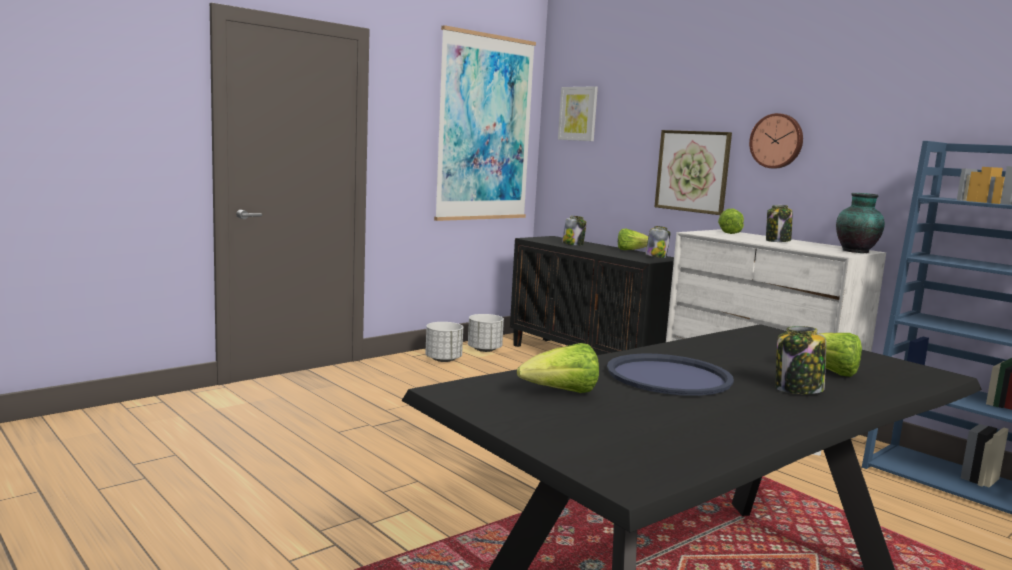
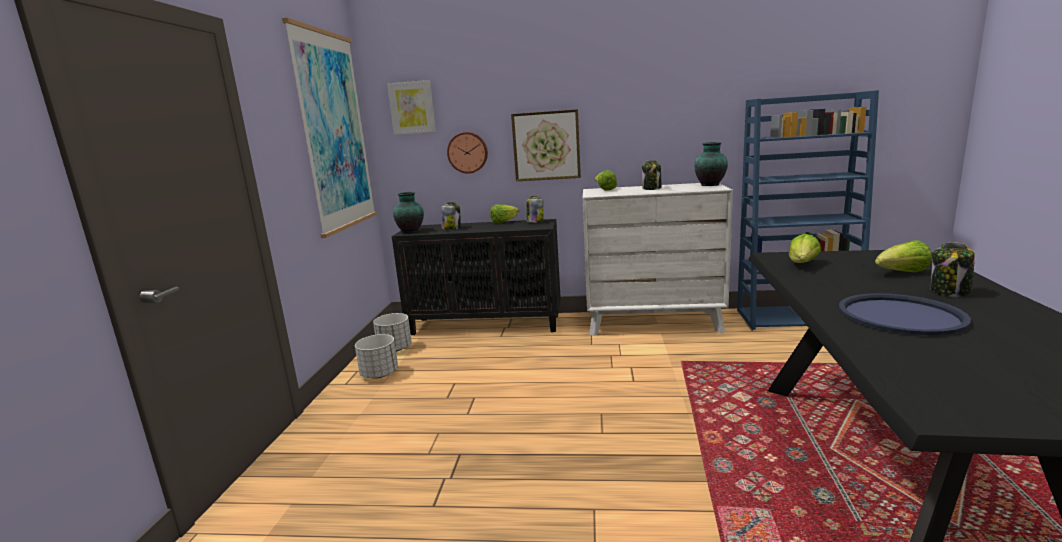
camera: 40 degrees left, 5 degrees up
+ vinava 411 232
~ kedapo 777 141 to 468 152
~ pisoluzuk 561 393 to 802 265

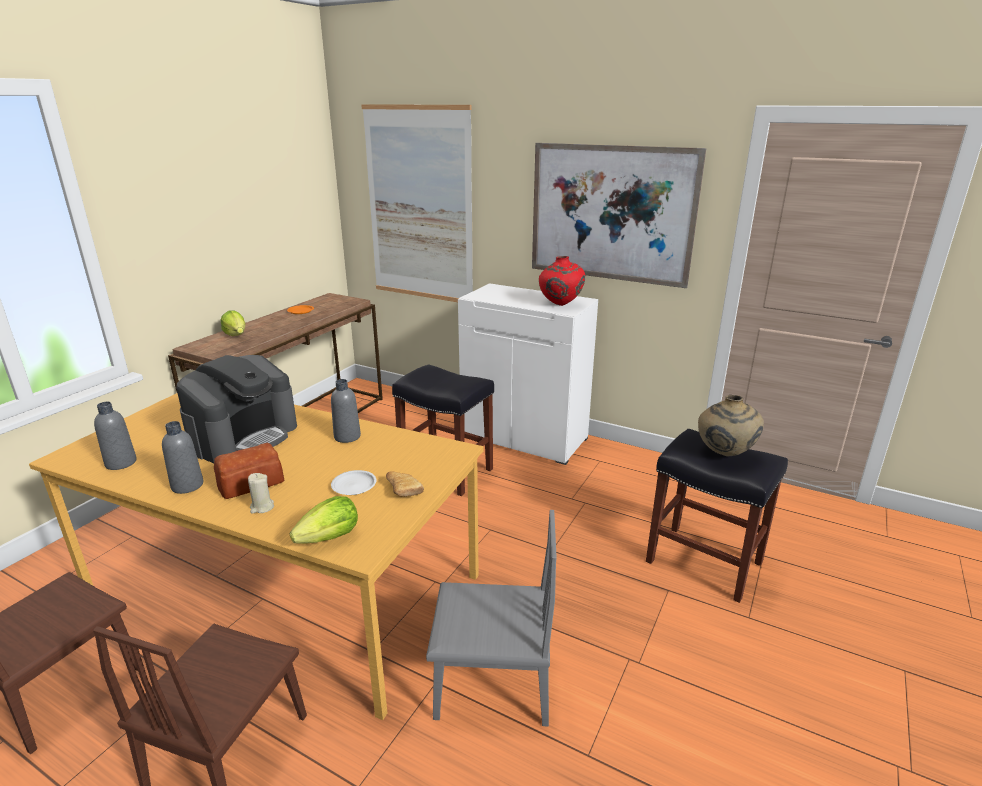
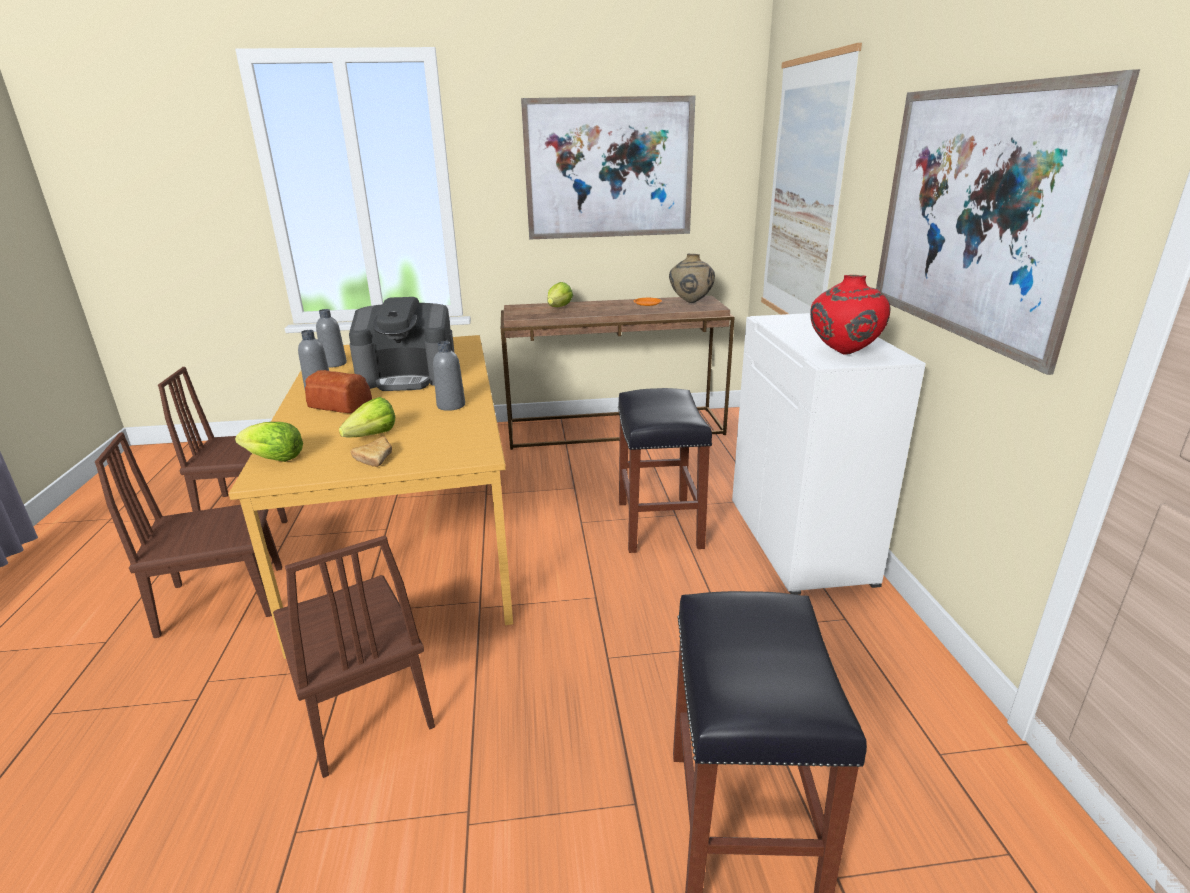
camera: 55 degrees right, 0 degrees up
~ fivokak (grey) 493 683 to fivokak (brown) 363 707
~ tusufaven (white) 354 485 to pisoluzuk 367 438
+ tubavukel 609 169
~ vinava (beige) 724 455 to 690 302
- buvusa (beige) 262 507

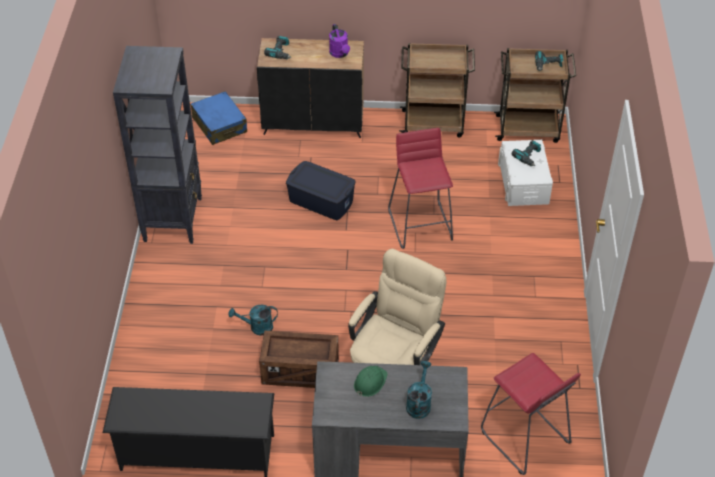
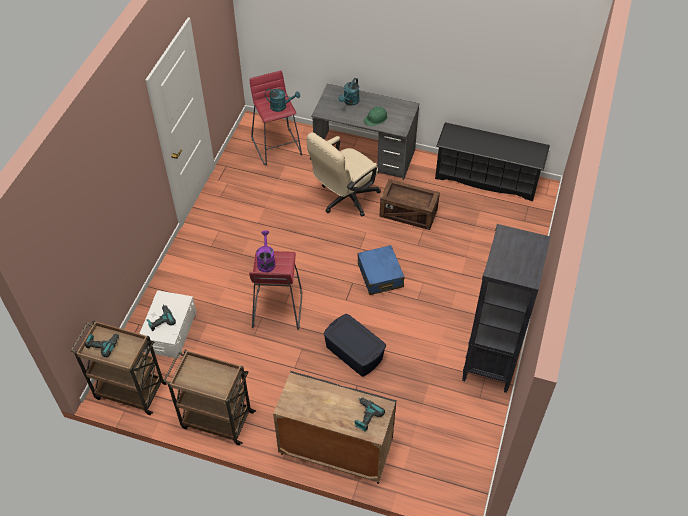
camera: 165 degrees left, 5 degrees up
~ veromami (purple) 340 54 to 266 261
~ veromami (turquoise) 257 327 to 281 106
~ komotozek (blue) 219 125 to 380 275

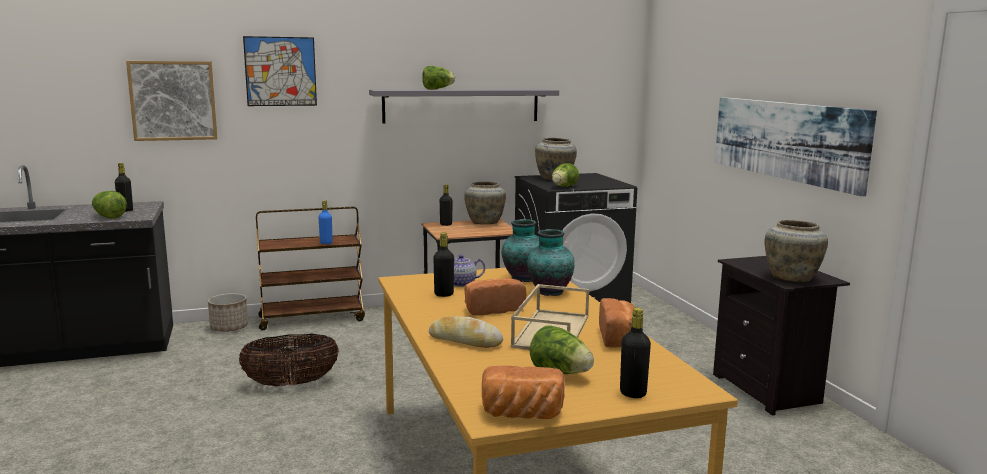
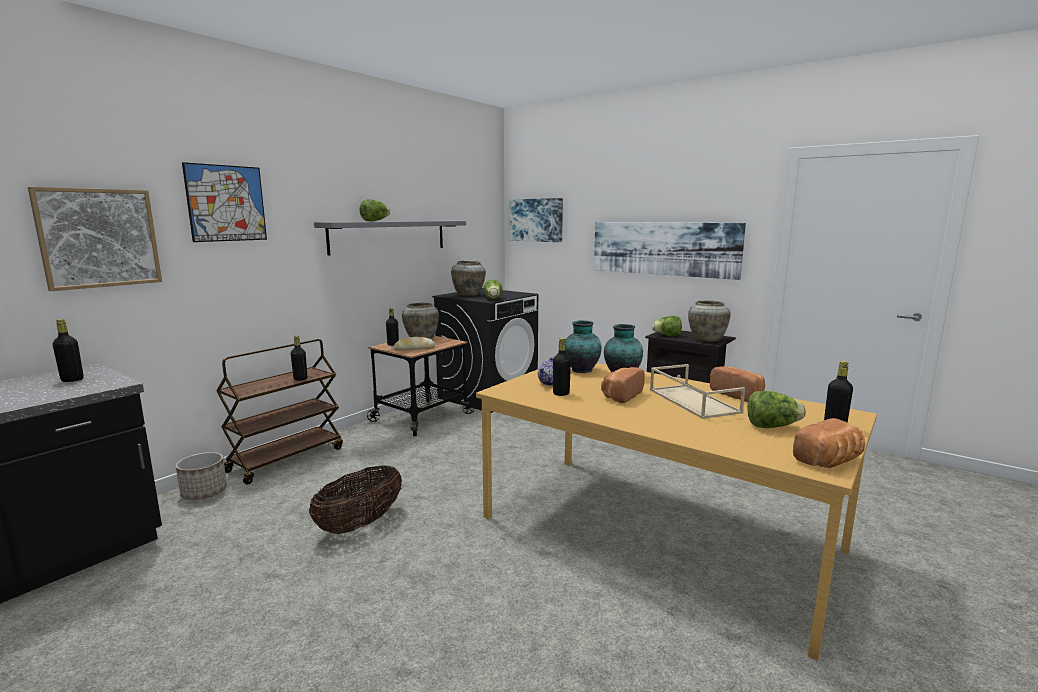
camera: 35 degrees left, 0 degrees up
~ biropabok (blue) 326 243 to biropabok (black) 300 379
~ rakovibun 465 340 to 414 349
+ tubavukel 536 220
~ pisoluzuk 108 217 to 667 336

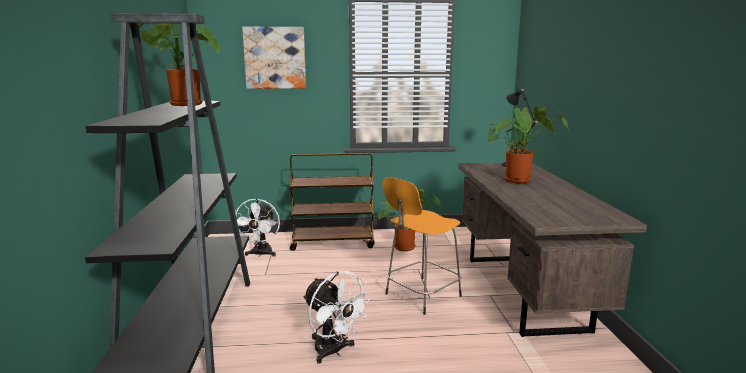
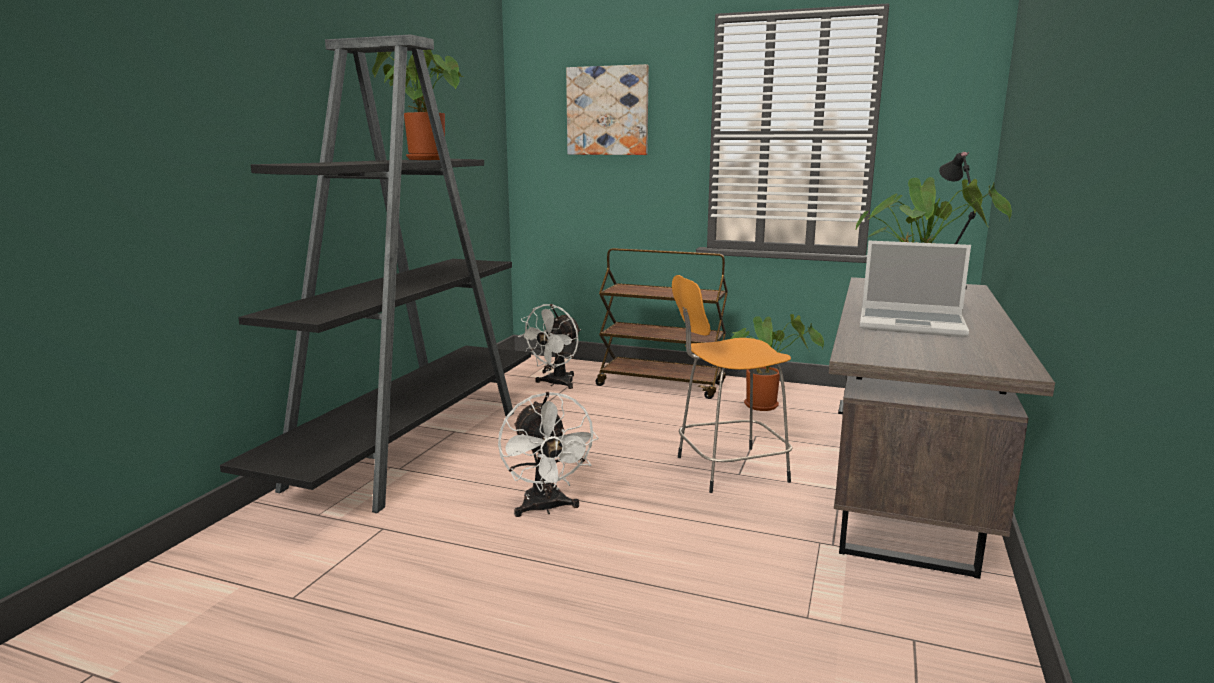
camera: 25 degrees right, 0 degrees up
+ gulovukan 912 324

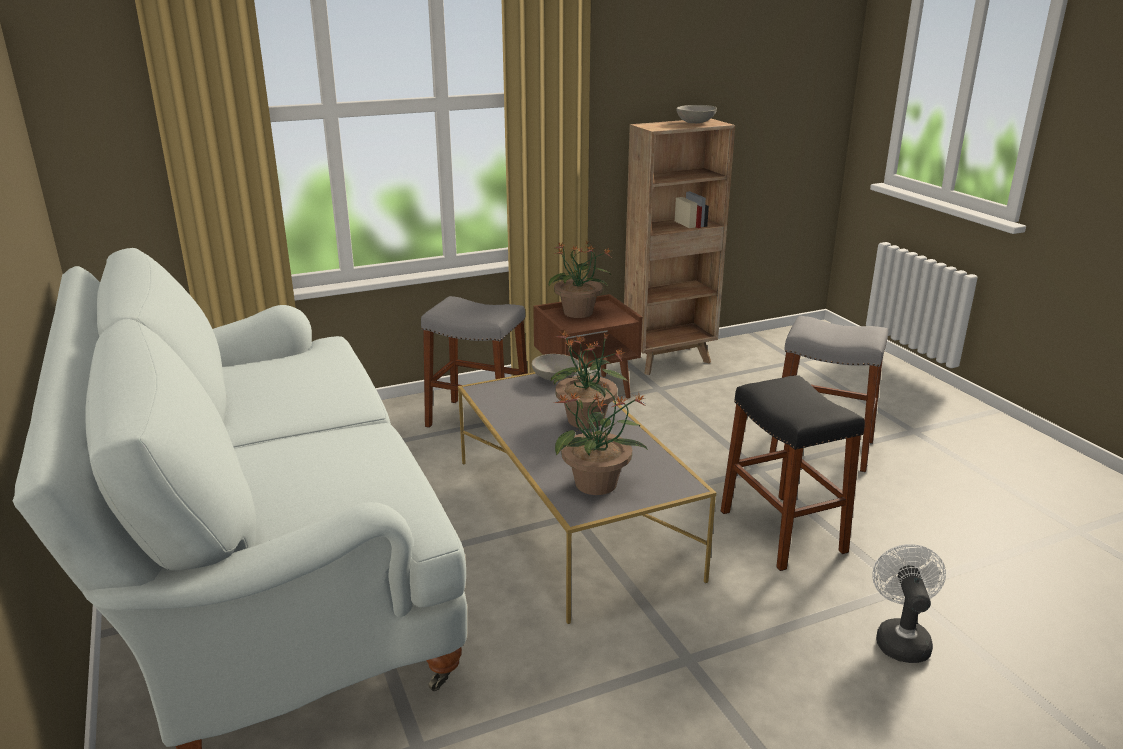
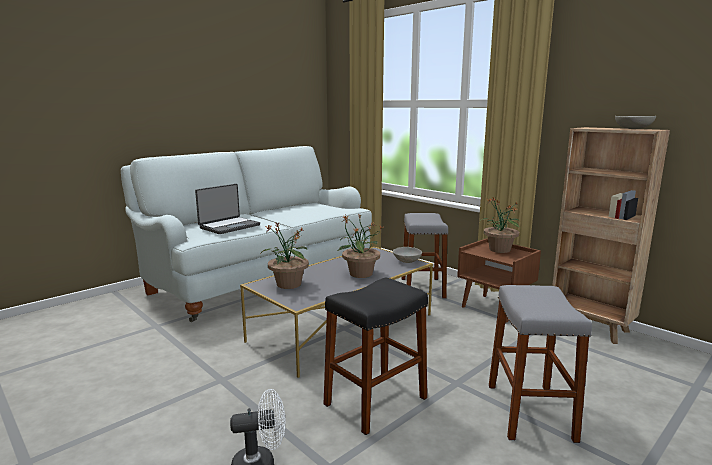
camera: 70 degrees right, 10 degrees down
+ gulovukan 229 226

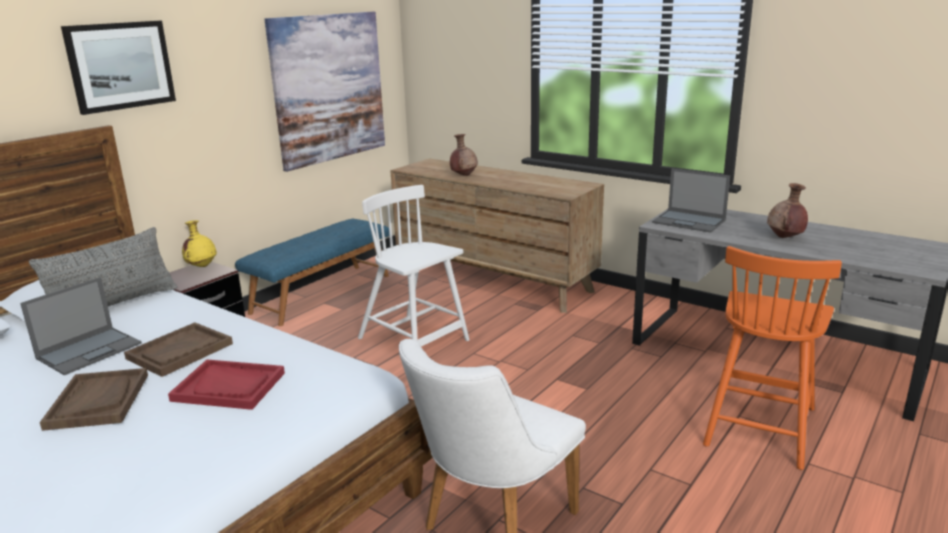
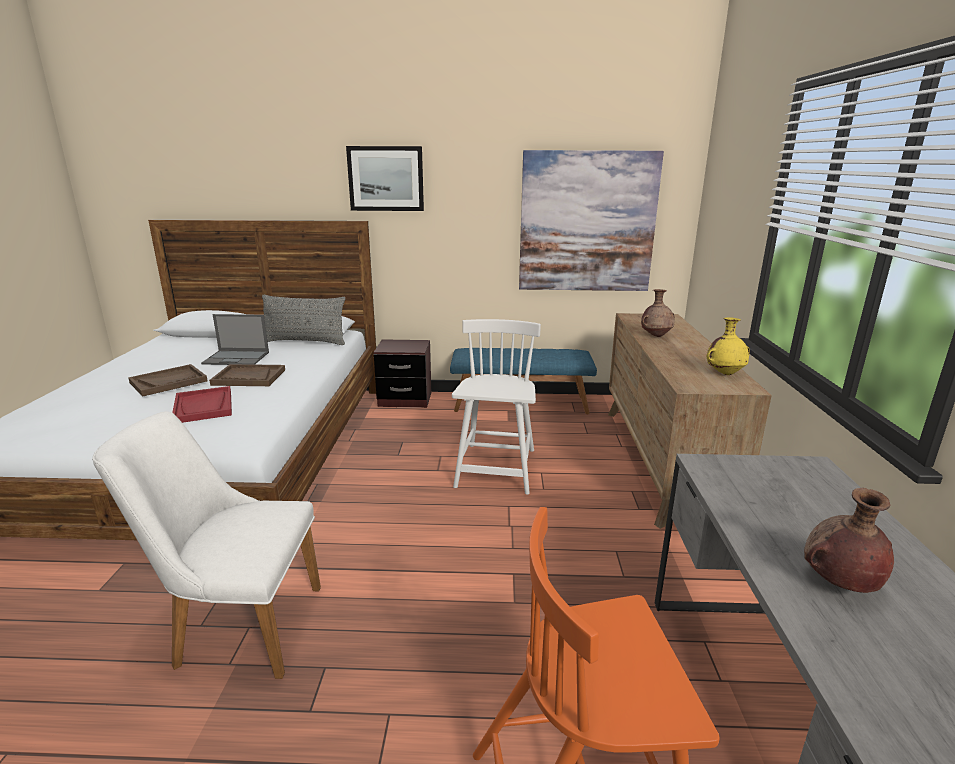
camera: 55 degrees right, 0 degrees up
~ vinava (yellow) 202 266 to 725 373
- gulovukan 689 221

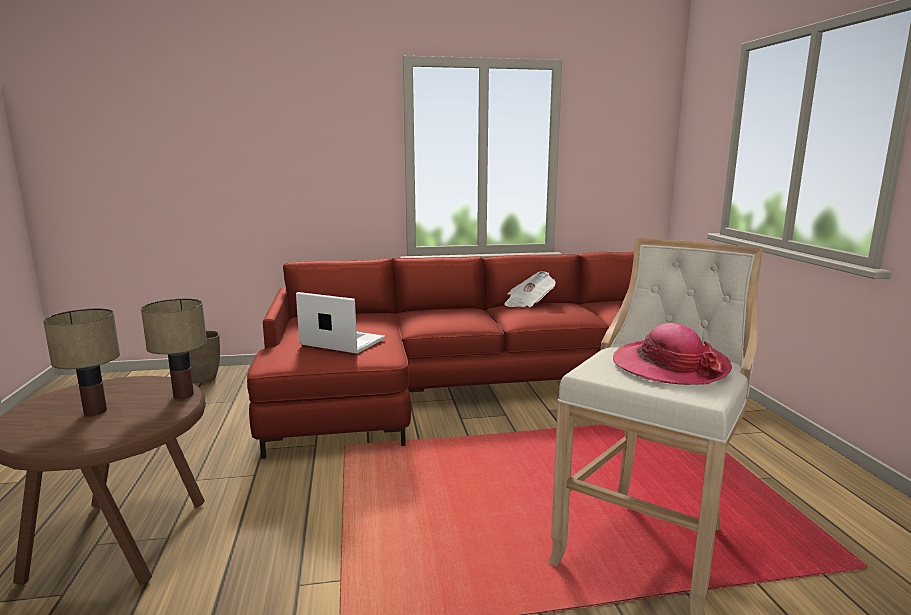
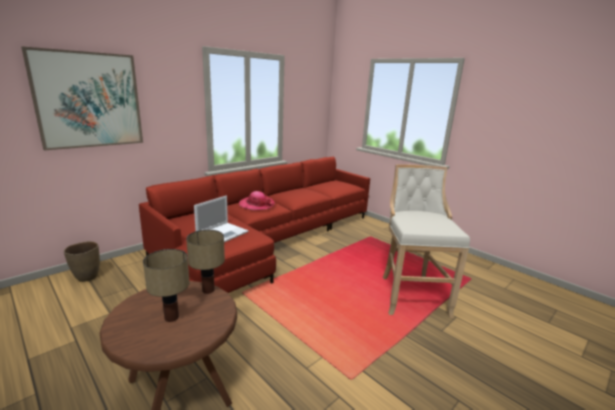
camera: 35 degrees left, 5 degrees up
+ tubavukel 89 100
~ gulovukan 341 342 = 223 233 135 degrees clockwise
~ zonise 669 366 to 256 205
- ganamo 527 303

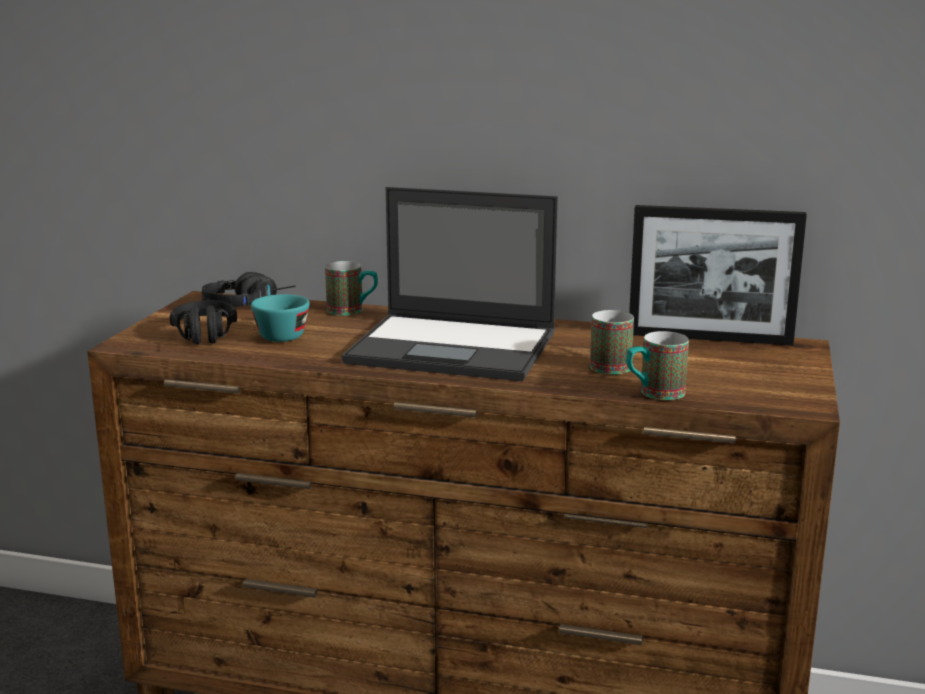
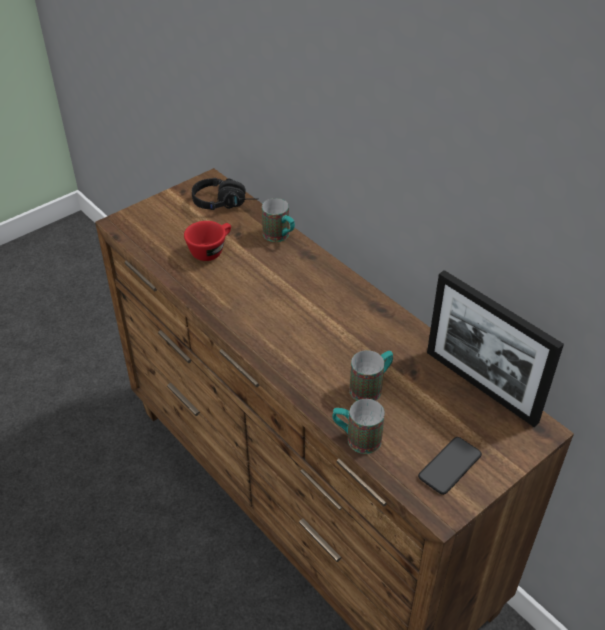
camera: 35 degrees right, 25 degrees up
~ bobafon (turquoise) 283 334 to bobafon (red) 211 250
+ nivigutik 450 466
- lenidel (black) 204 338
- gulovukan 455 348

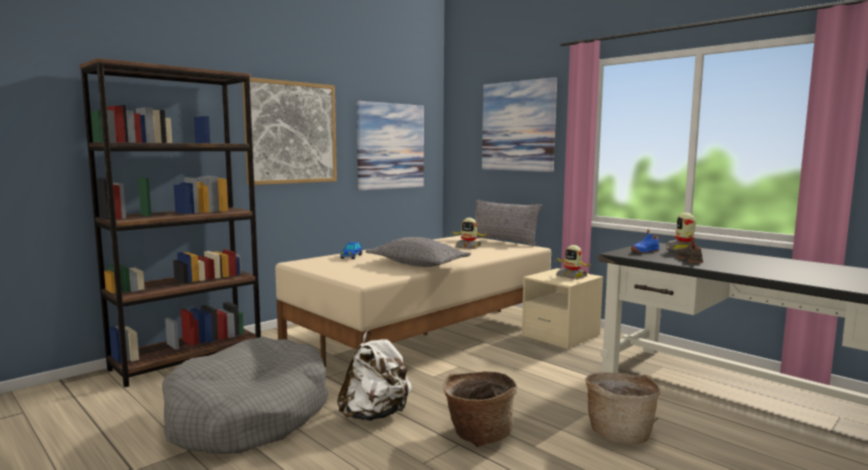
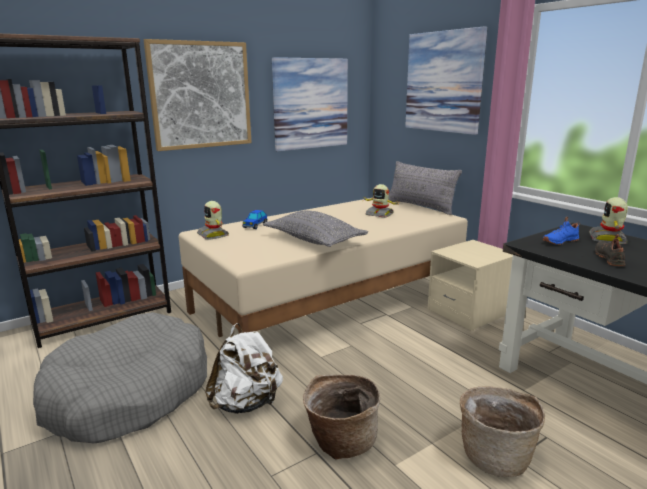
camera: 10 degrees right, 10 degrees up
~ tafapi 572 276 to 213 235

